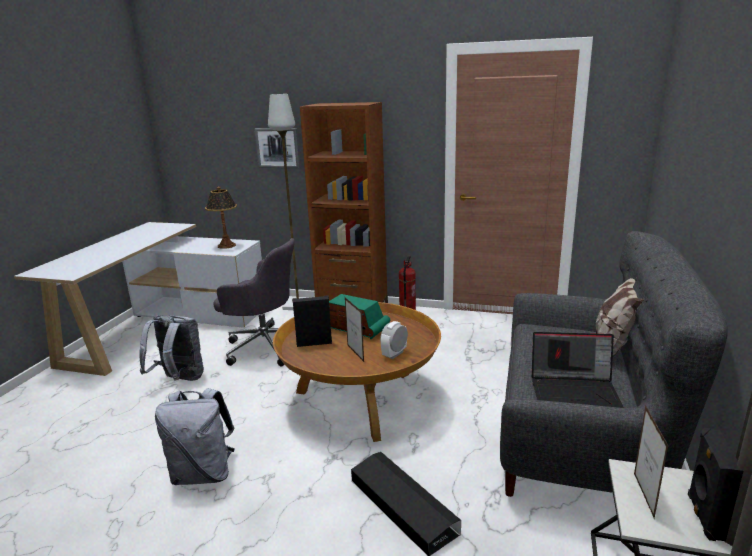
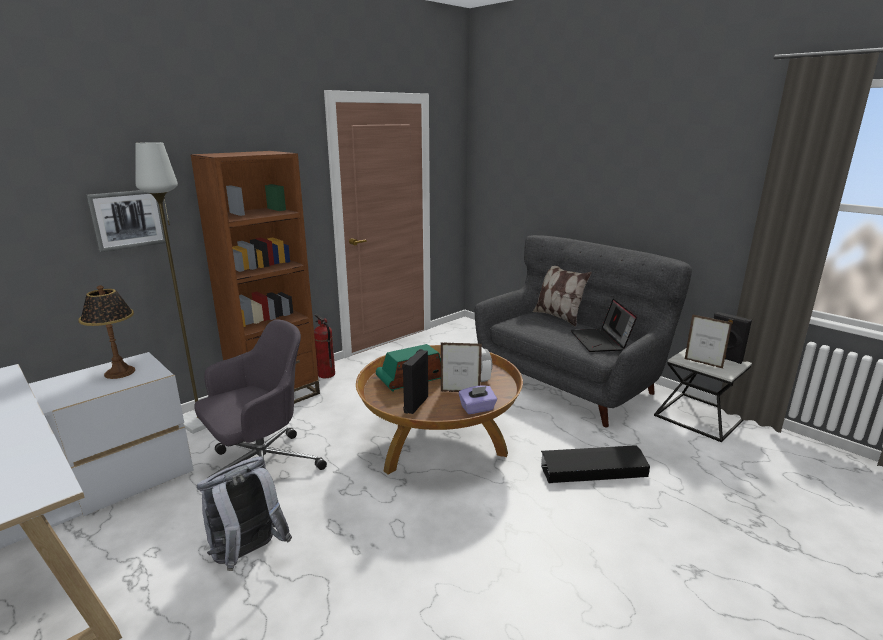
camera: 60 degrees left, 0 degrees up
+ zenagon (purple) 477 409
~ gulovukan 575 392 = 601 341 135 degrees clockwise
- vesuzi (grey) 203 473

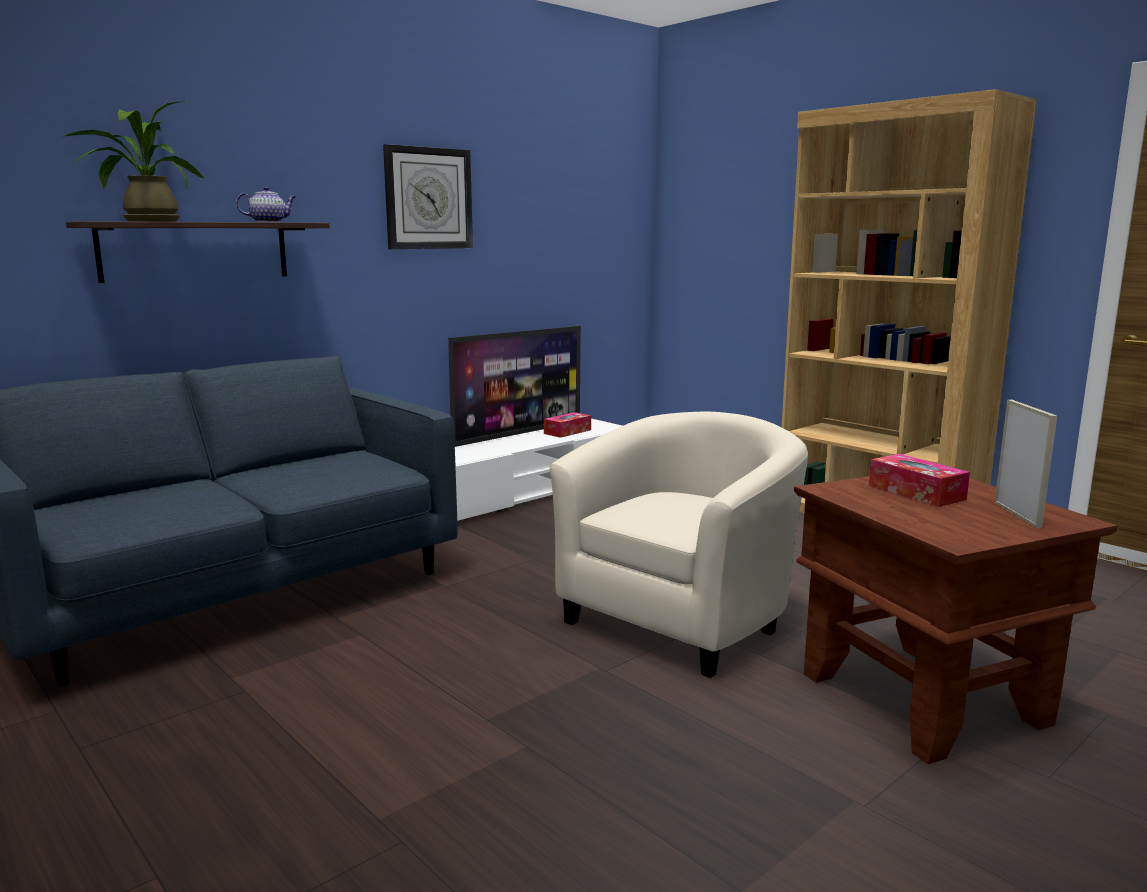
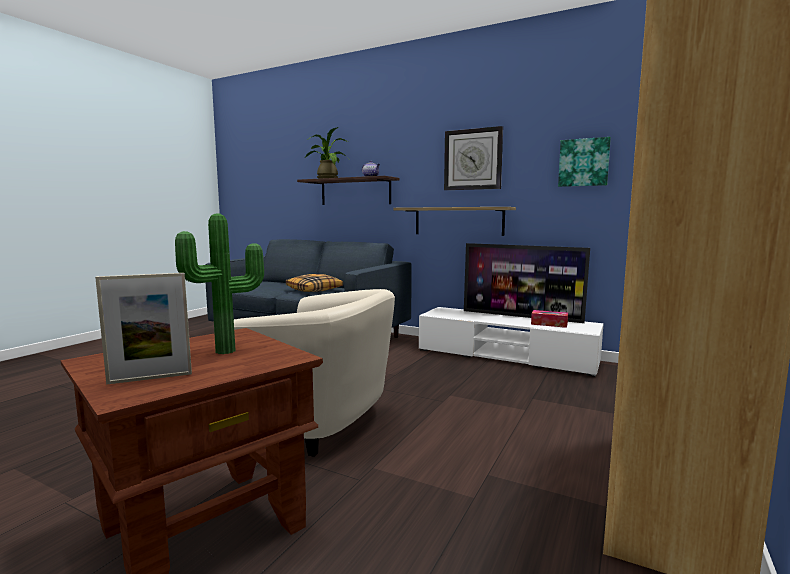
camera: 70 degrees right, 5 degrees down
~ zenagon 916 492 to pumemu 227 352
+ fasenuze 314 290
+ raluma 458 221
+ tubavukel 583 162

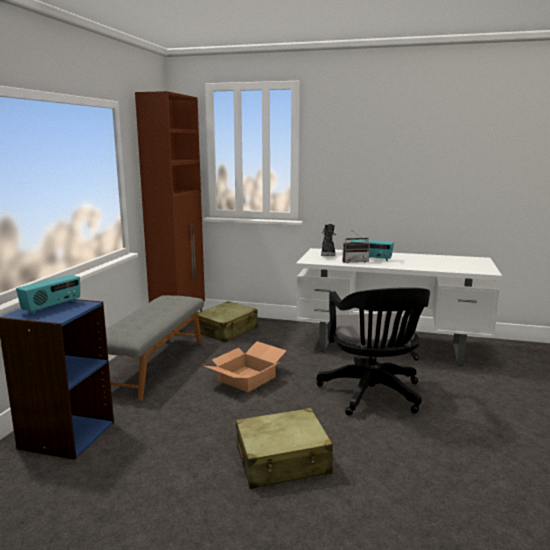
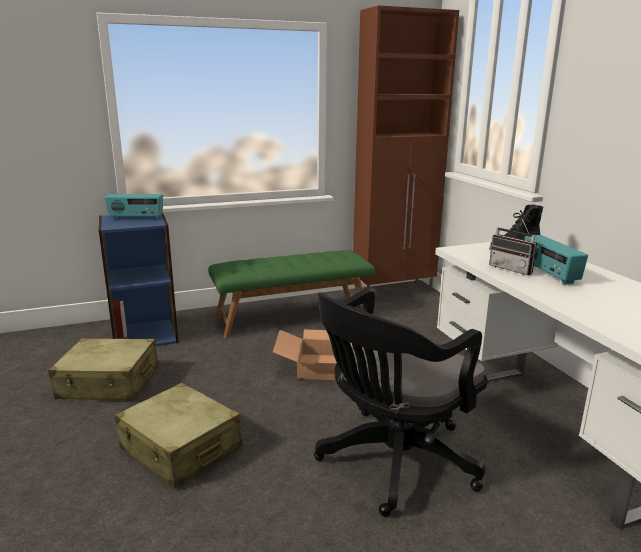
camera: 55 degrees right, 5 degrees up
~ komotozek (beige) 227 330 to 109 383
~ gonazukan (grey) 154 365 to gonazukan (green) 292 317

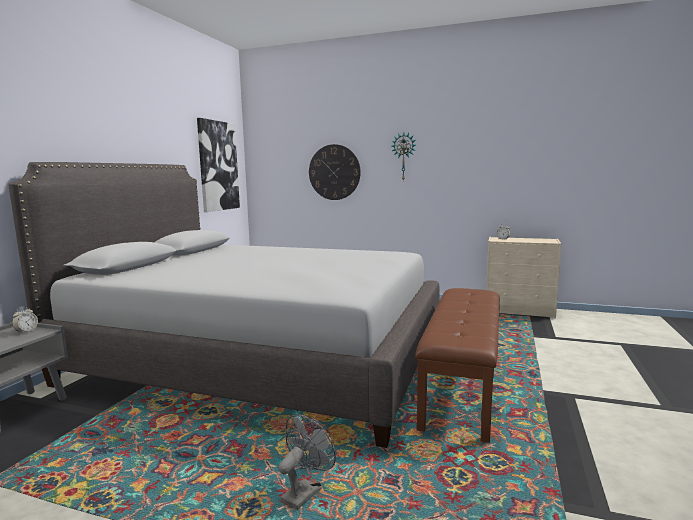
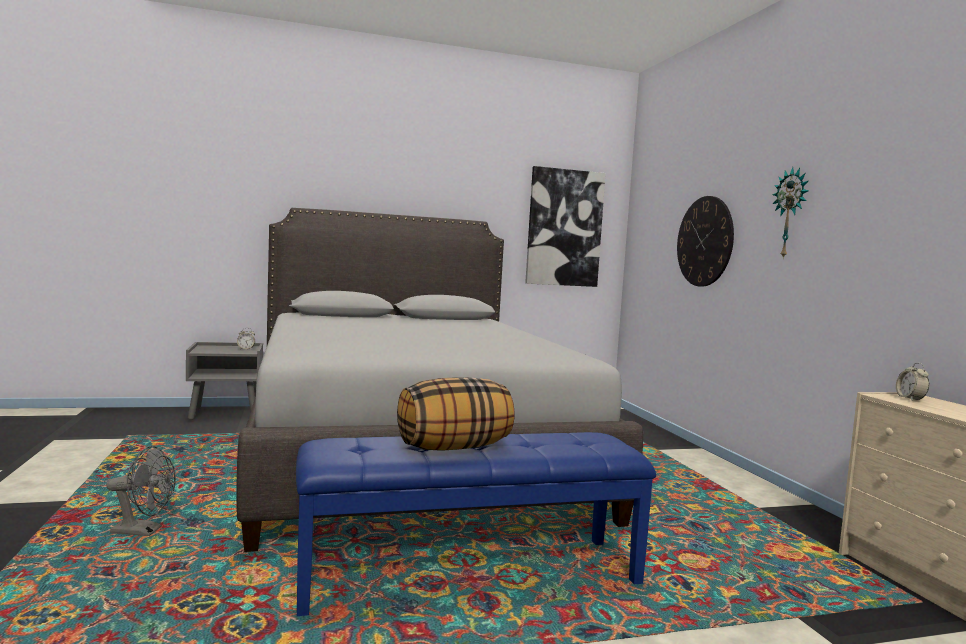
camera: 55 degrees right, 5 degrees down
~ gonazukan (brown) 461 384 to gonazukan (blue) 470 573
+ fasenuze 454 447

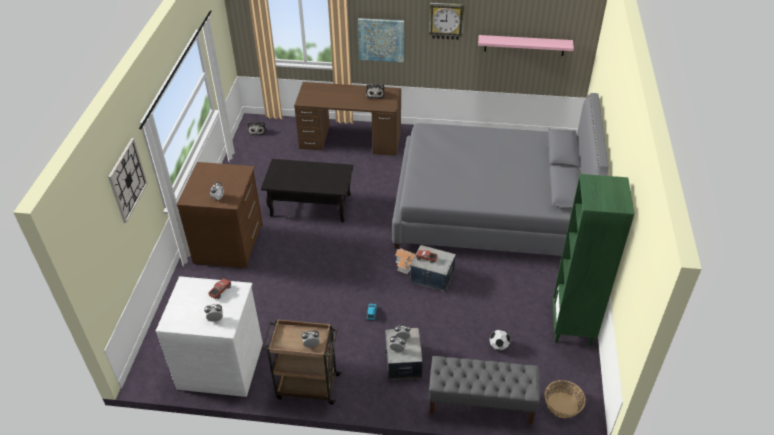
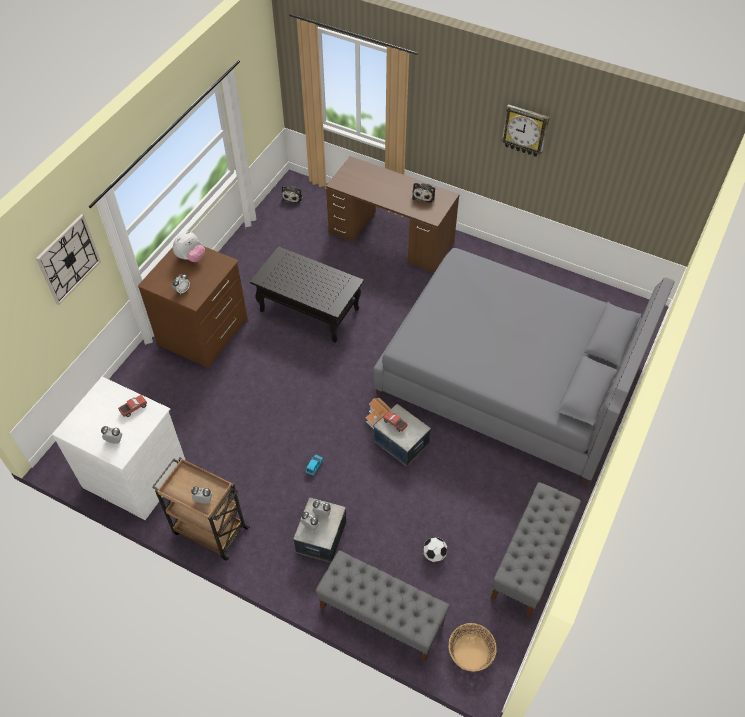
camera: 20 degrees right, 10 degrees up
+ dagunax 191 257
~ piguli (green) 572 327 to gonazukan (grey) 531 559
- tubavukel 381 39
- raluma (pink) 524 45

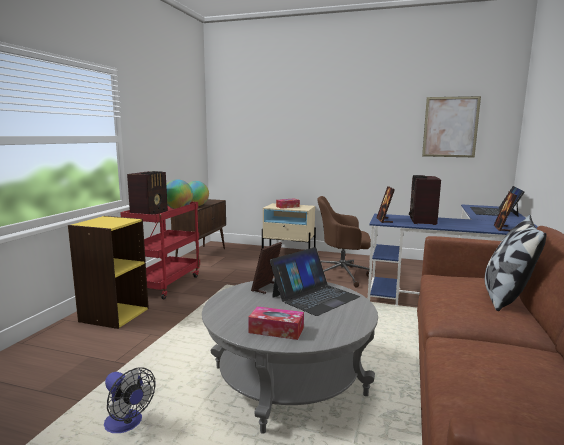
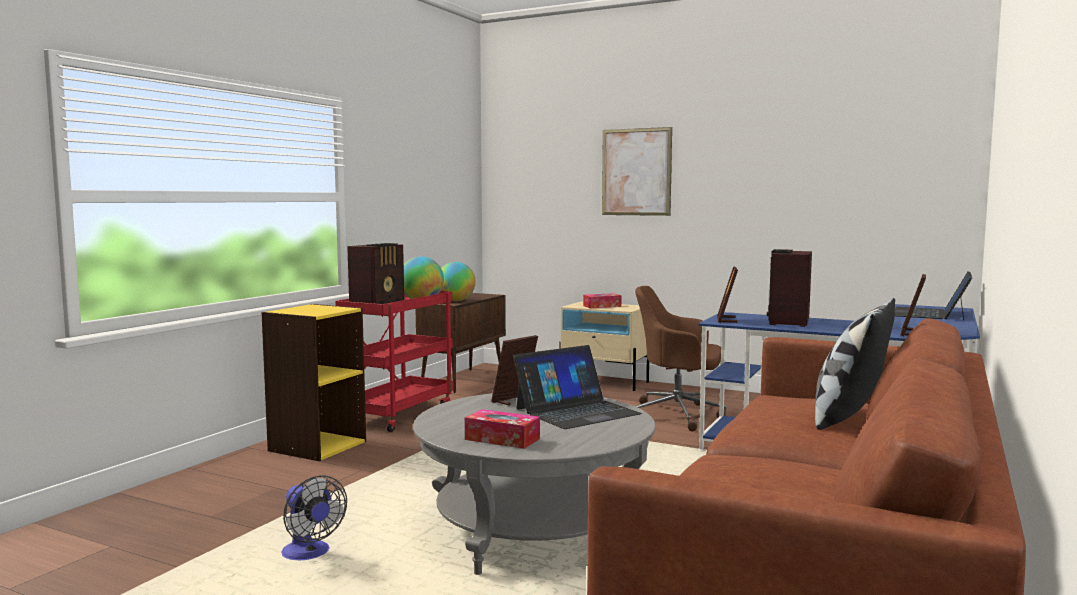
camera: 10 degrees right, 5 degrees down
~ tubavukel 450 127 to 636 172

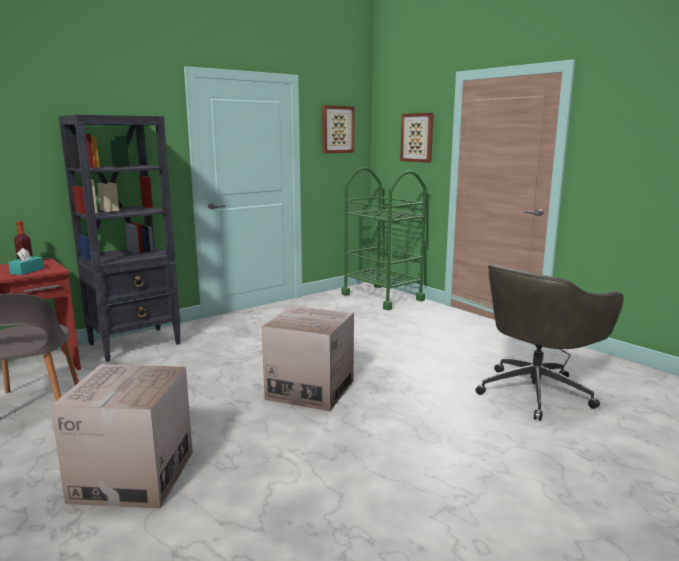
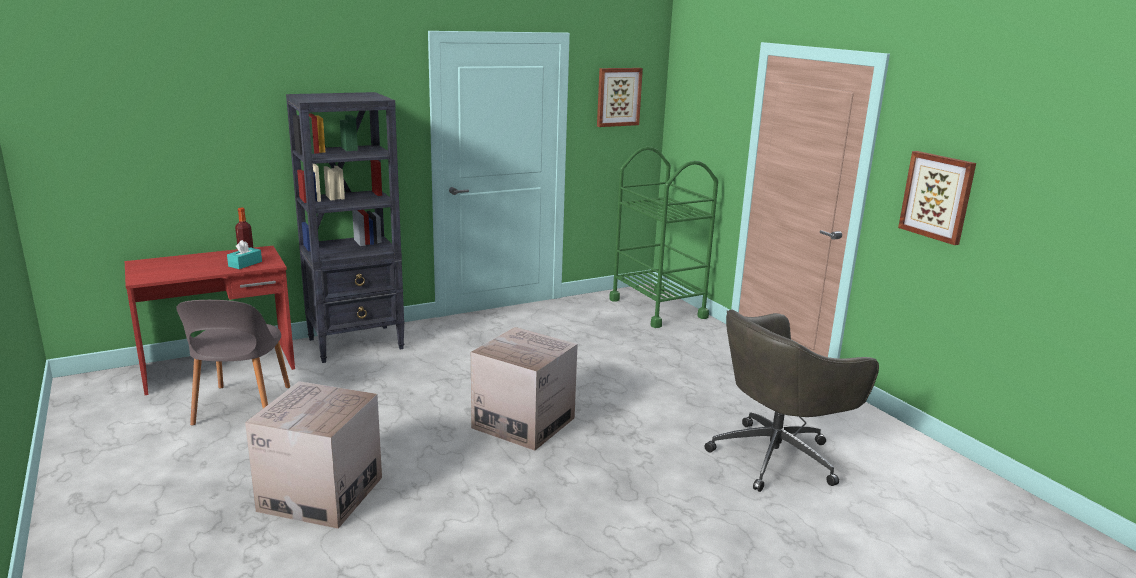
camera: 10 degrees right, 5 degrees up
~ tubavukel 417 137 to 937 196

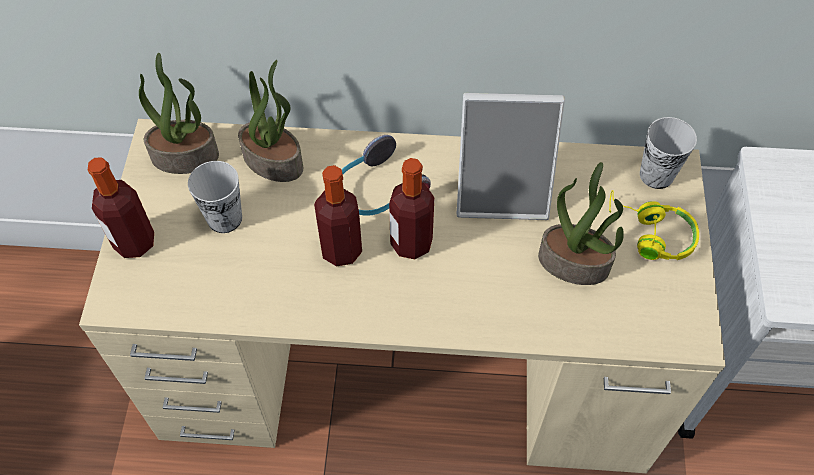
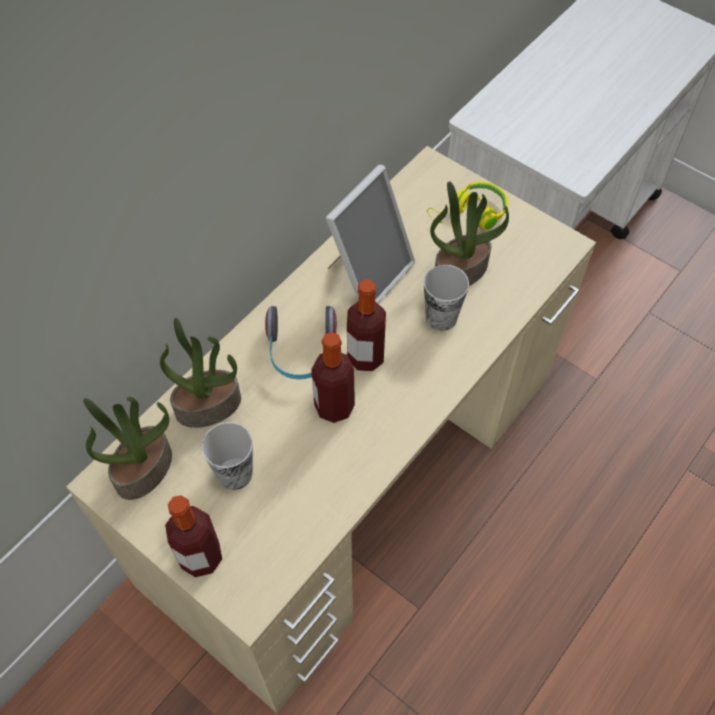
camera: 55 degrees left, 0 degrees up
~ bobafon 656 175 to 441 317

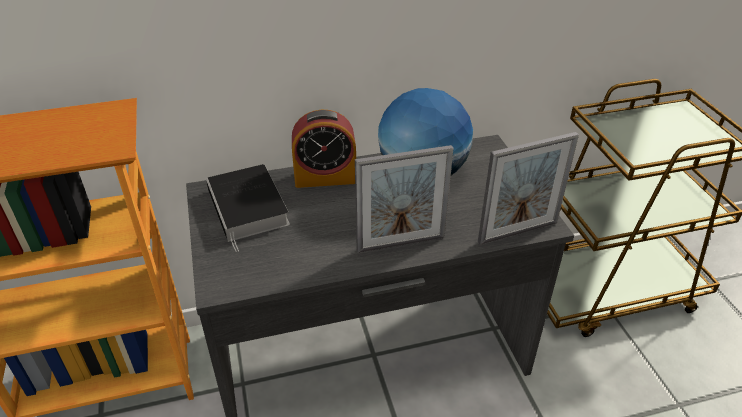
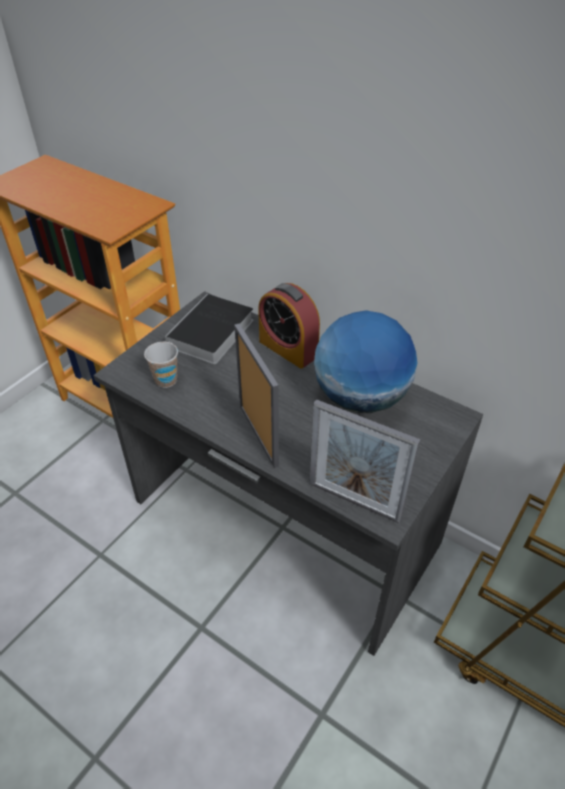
camera: 50 degrees right, 5 degrees up
+ bobafon 166 380
~ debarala 401 243 = 258 435 150 degrees counterclockwise

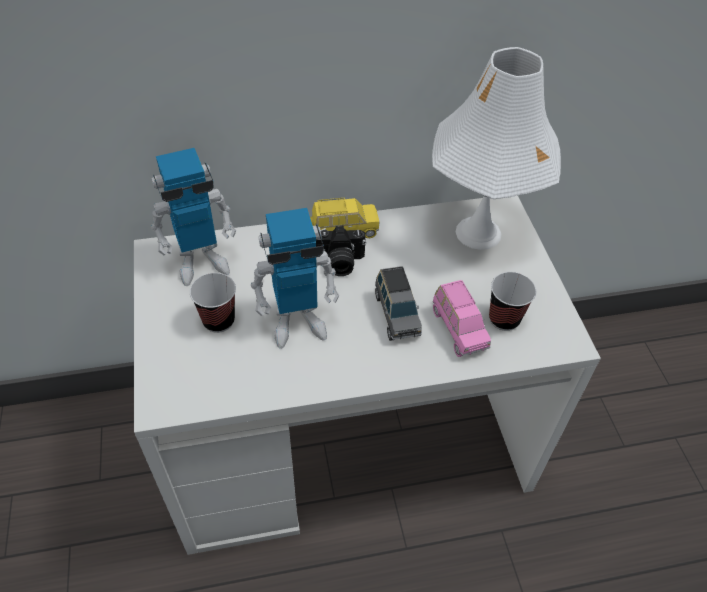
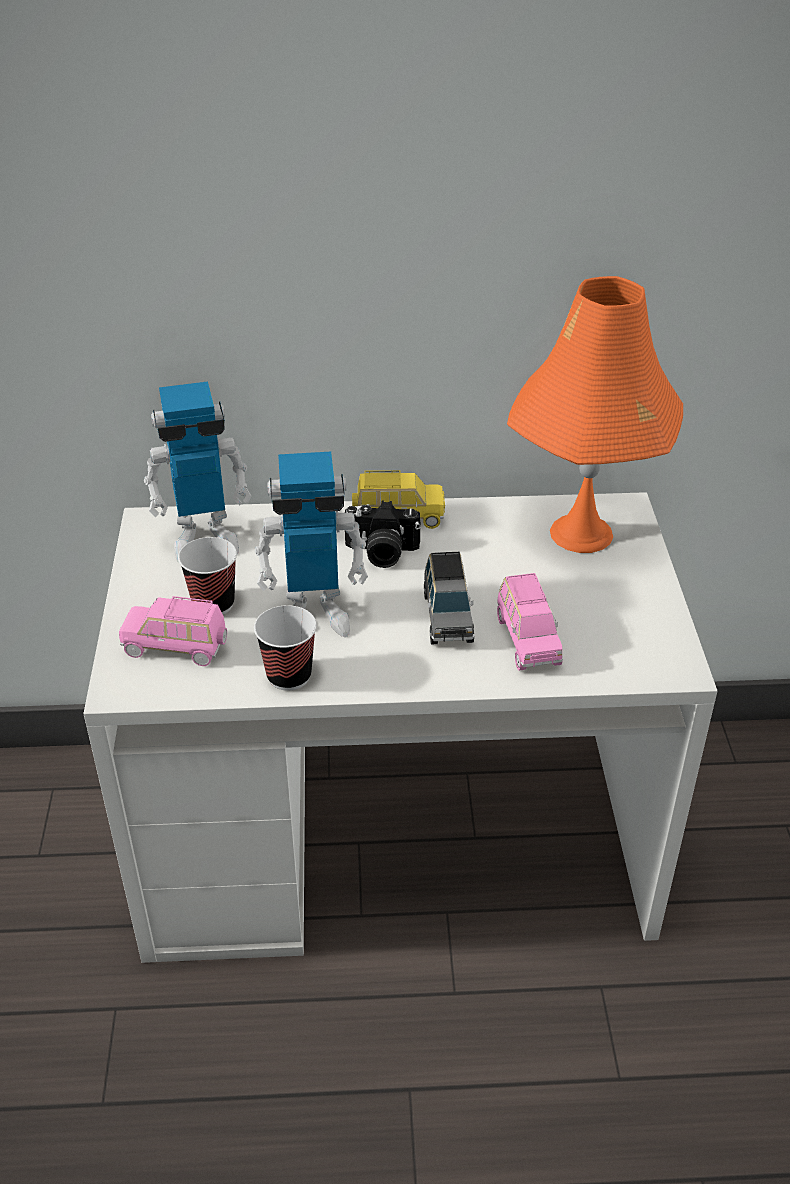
camera: 10 degrees right, 10 degrees down
+ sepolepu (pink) 176 647
~ bobafon 504 319 to 289 676
~ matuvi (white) 478 233 to matuvi (orange) 581 534

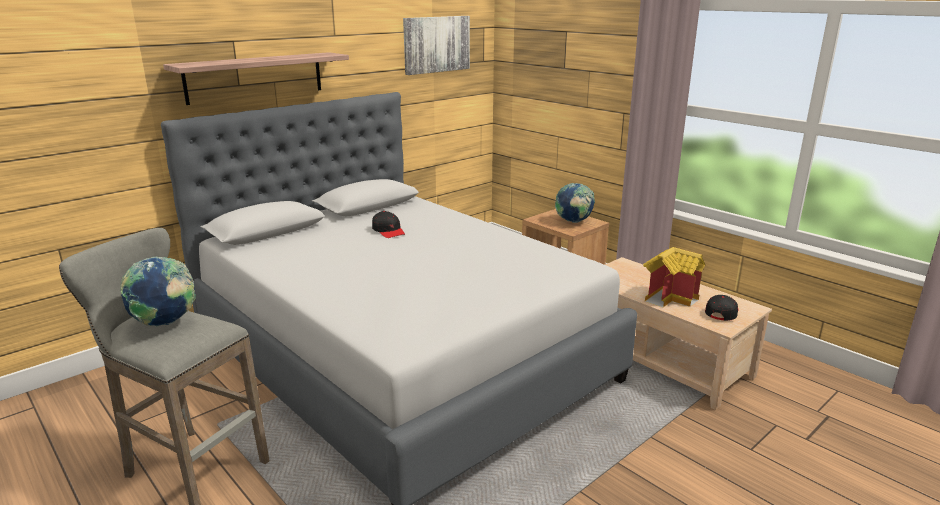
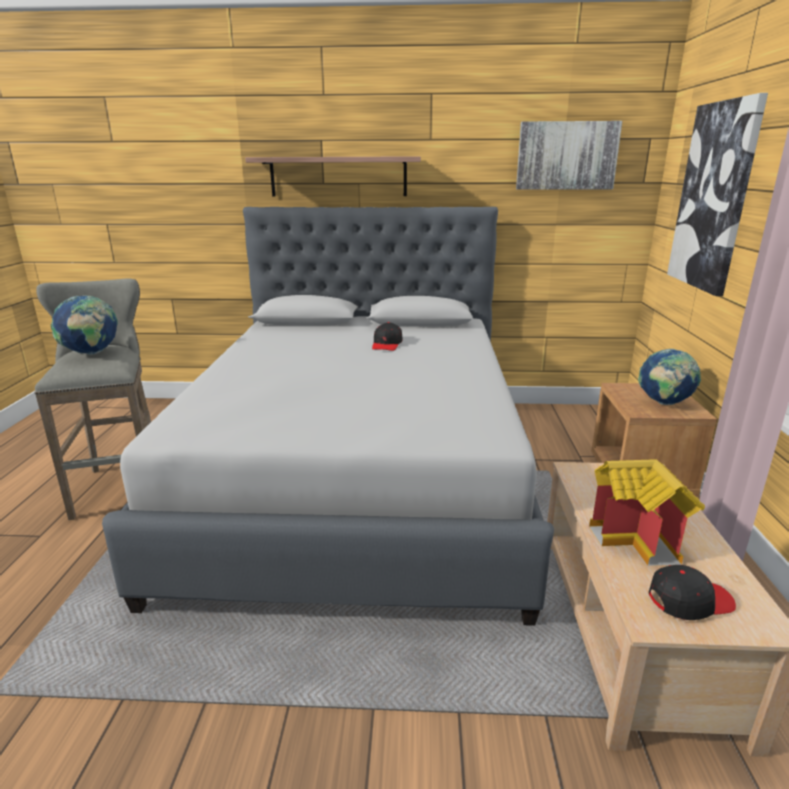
camera: 45 degrees right, 0 degrees up
+ tubavukel 714 197

